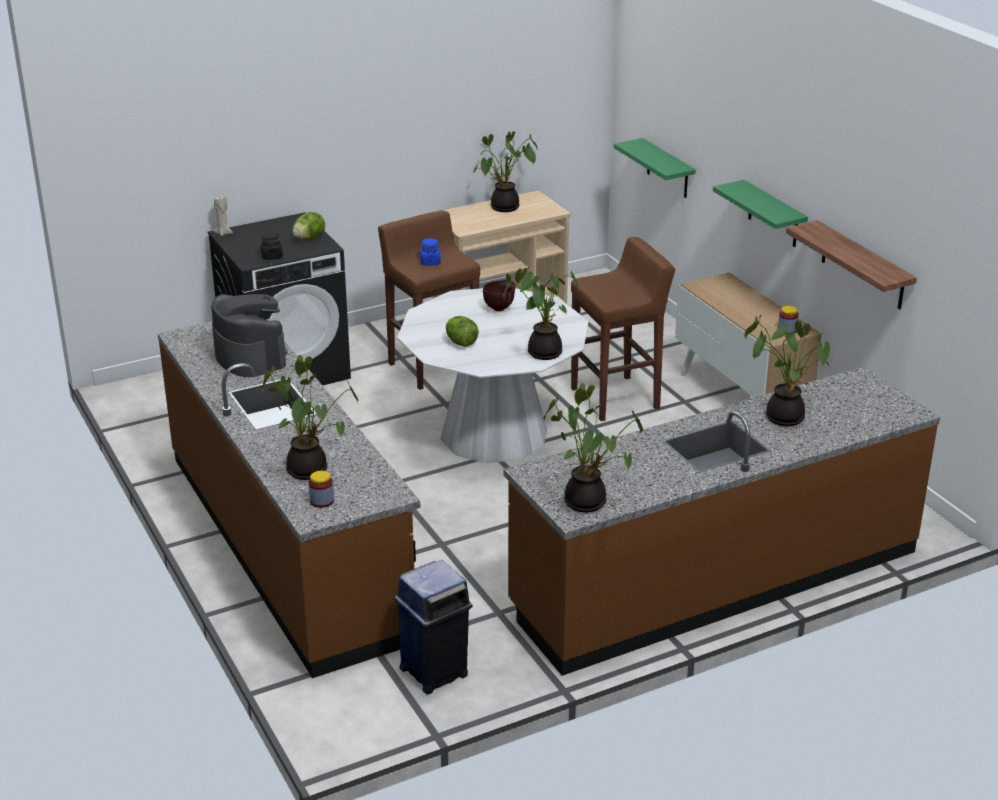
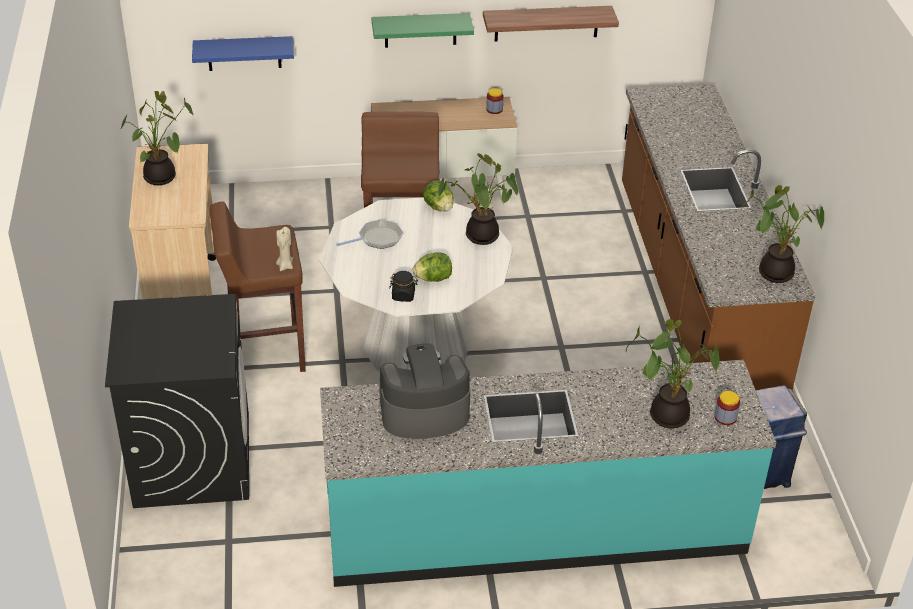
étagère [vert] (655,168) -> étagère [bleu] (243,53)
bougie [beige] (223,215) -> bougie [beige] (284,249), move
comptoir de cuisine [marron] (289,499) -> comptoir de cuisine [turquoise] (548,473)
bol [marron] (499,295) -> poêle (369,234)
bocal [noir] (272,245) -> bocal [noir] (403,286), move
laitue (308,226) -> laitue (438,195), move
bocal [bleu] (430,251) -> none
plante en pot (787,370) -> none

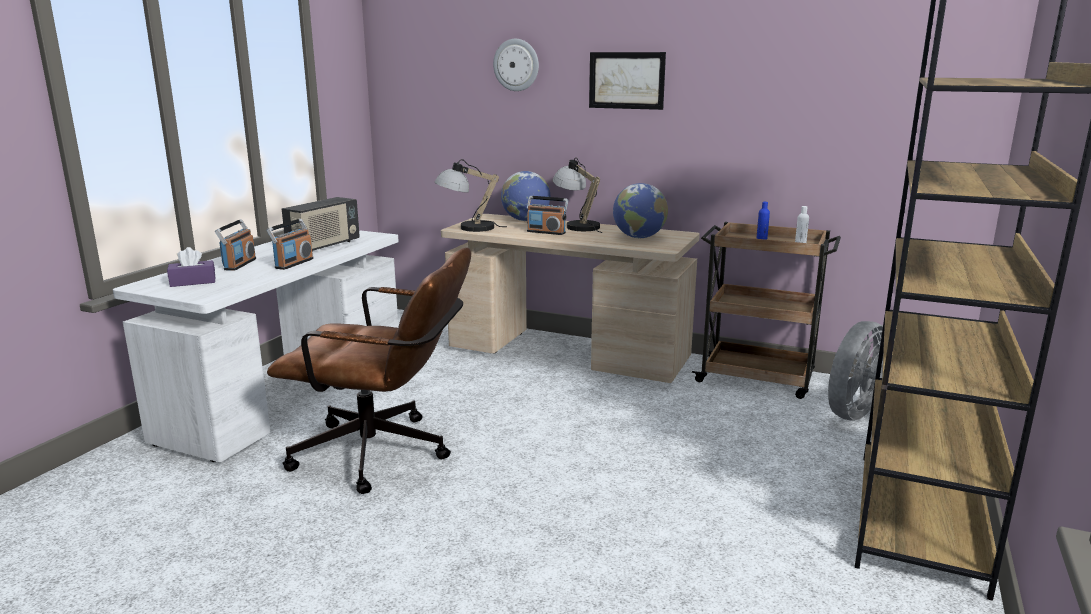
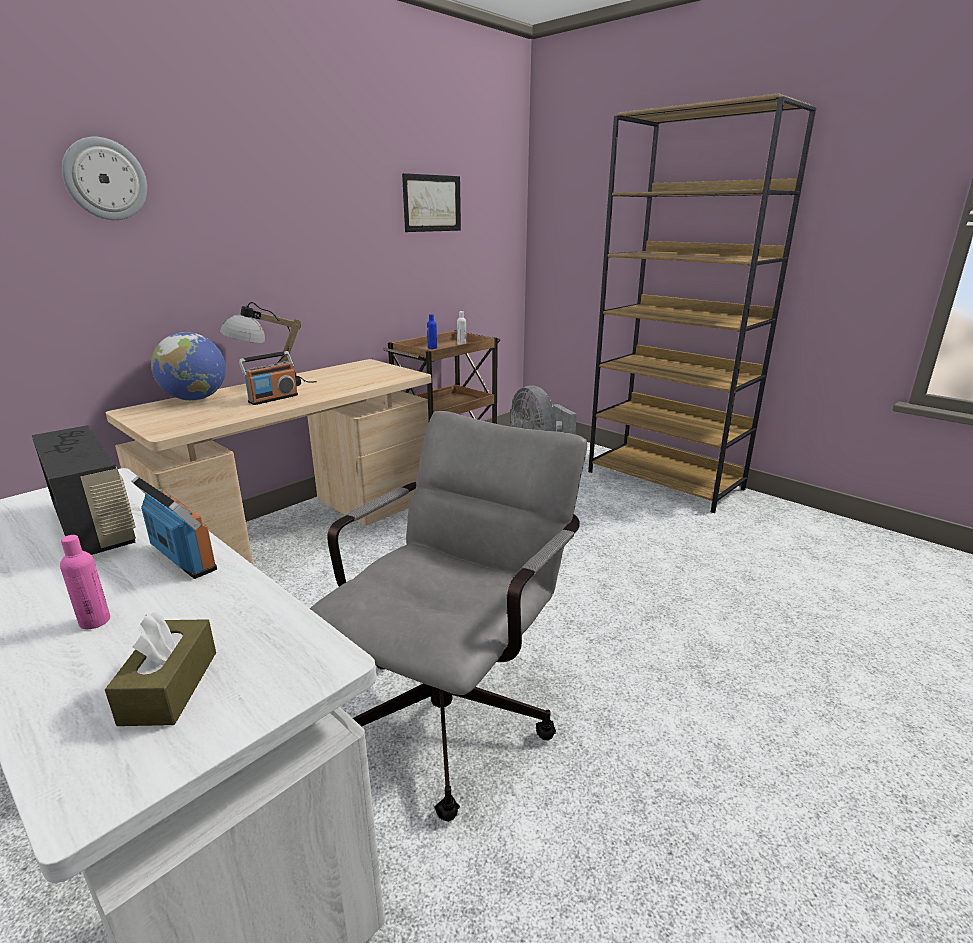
radio (235,245) -> bouteille [rose] (85,582)
boîte à mouchoirs [violet] (191,267) -> boîte à mouchoirs [marron] (160,669)
chaise de bureau [marron] (369,370) -> chaise de bureau [gris] (448,616)
tableau (627,81) -> tableau (431,202), move
lampe de table (471,195) -> none
globe (640,210) -> none

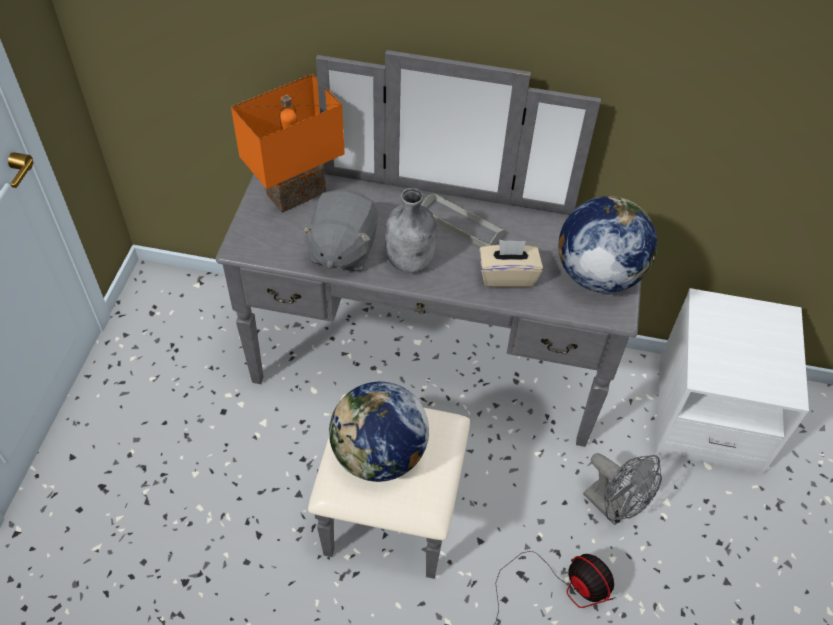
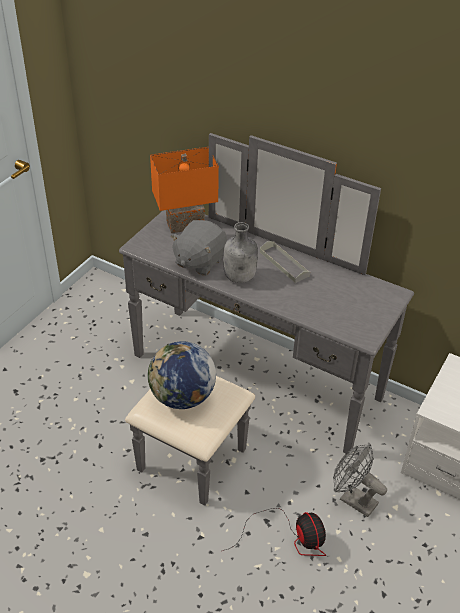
ventilateur [gris] (622,489) -> ventilateur [gris] (360,480), 150 degrees clockwise
boîte à mouchoirs [beige] (511,263) -> none
globe (607,244) -> none

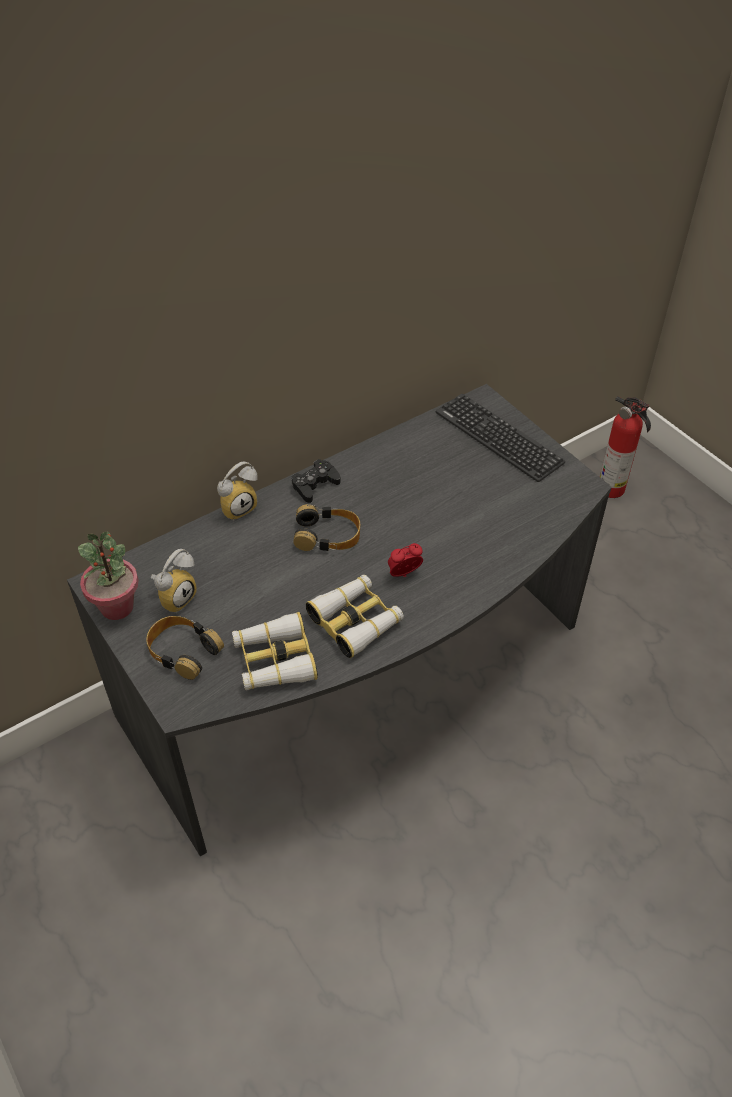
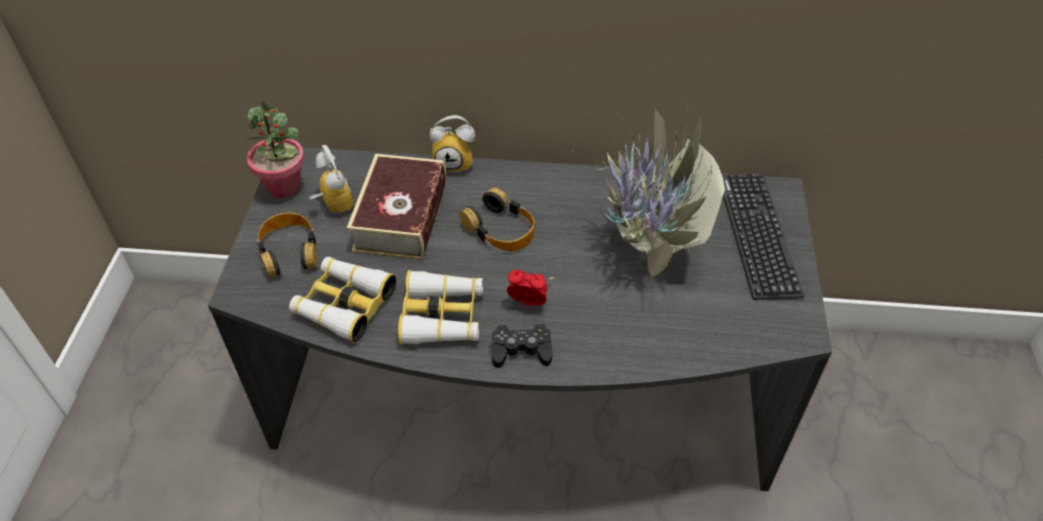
réveil (173,581) -> réveil (330,179), 105 degrees counterclockwise
none -> livre (396,207)
manette [noir] (315,481) -> manette [noir] (522,345), move
none -> plante en pot (637,190)
extincteur (625,447) -> none

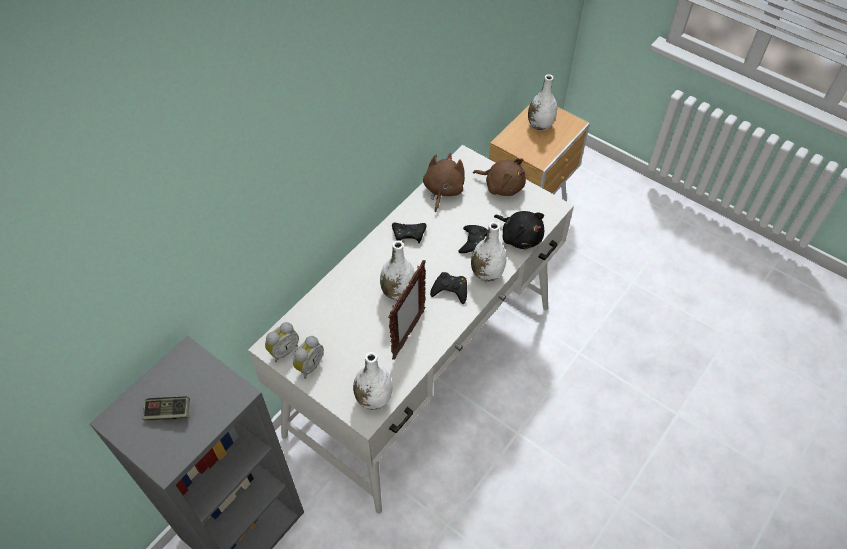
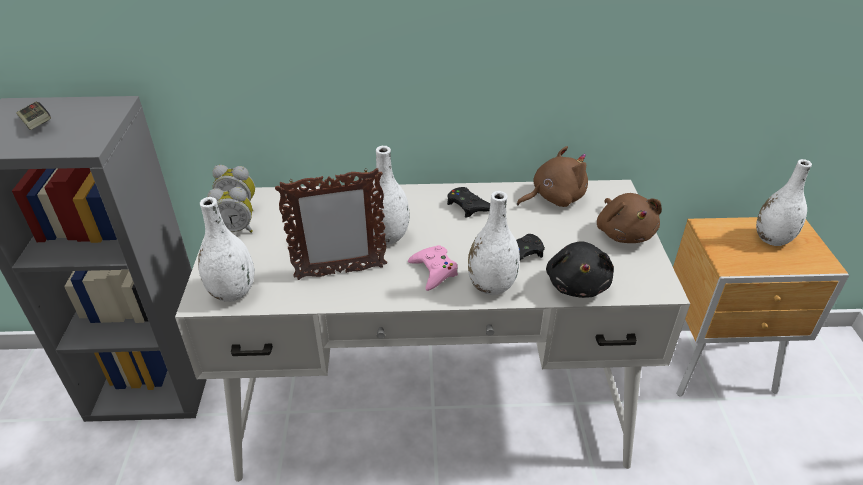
manette [noir] (448,288) -> manette [rose] (433,268)

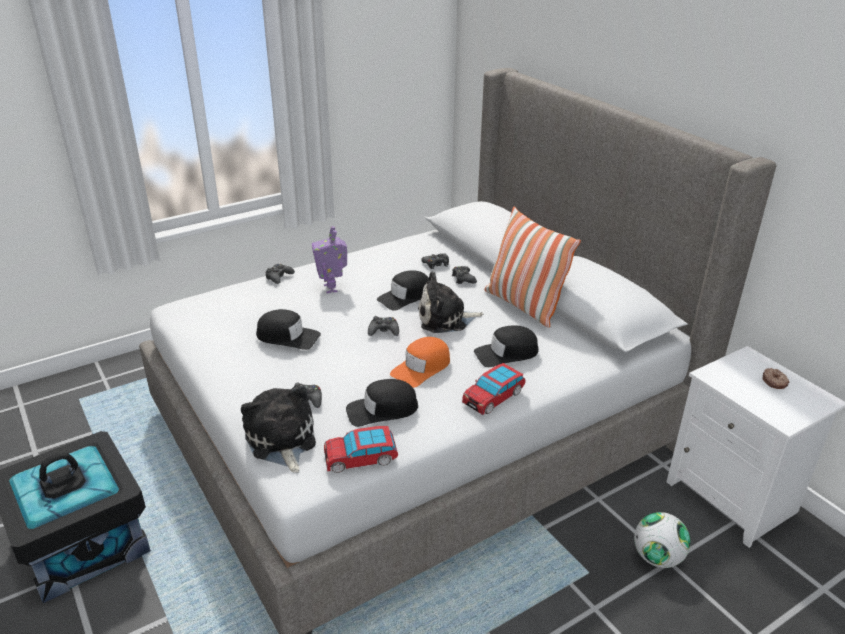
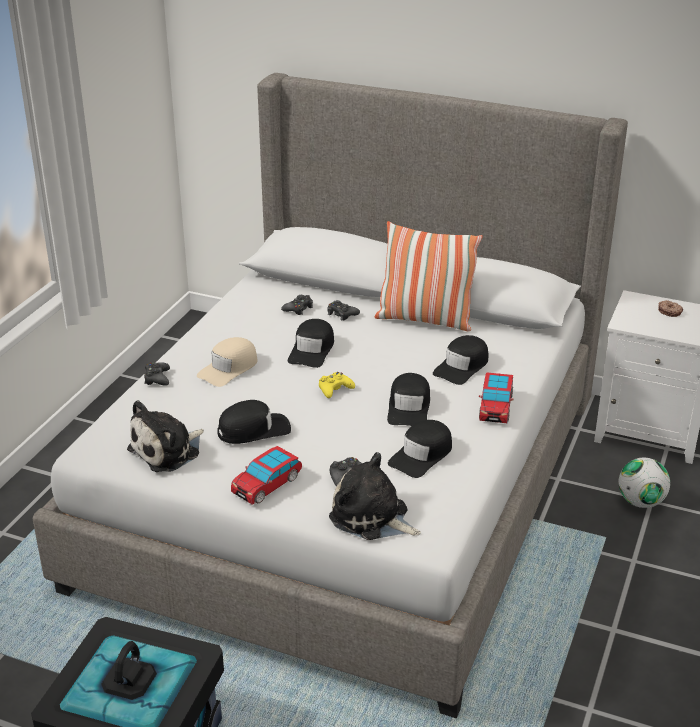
peluche (450,302) -> peluche (165,436), move
robot jouet (329,259) -> casquette [beige] (227,362)
petite voiture (361,449) -> petite voiture (266,475), move
manette [noir] (383,326) -> manette [jaune] (337,385)
casquette [orange] (420,362) -> casquette [noir] (408,399)

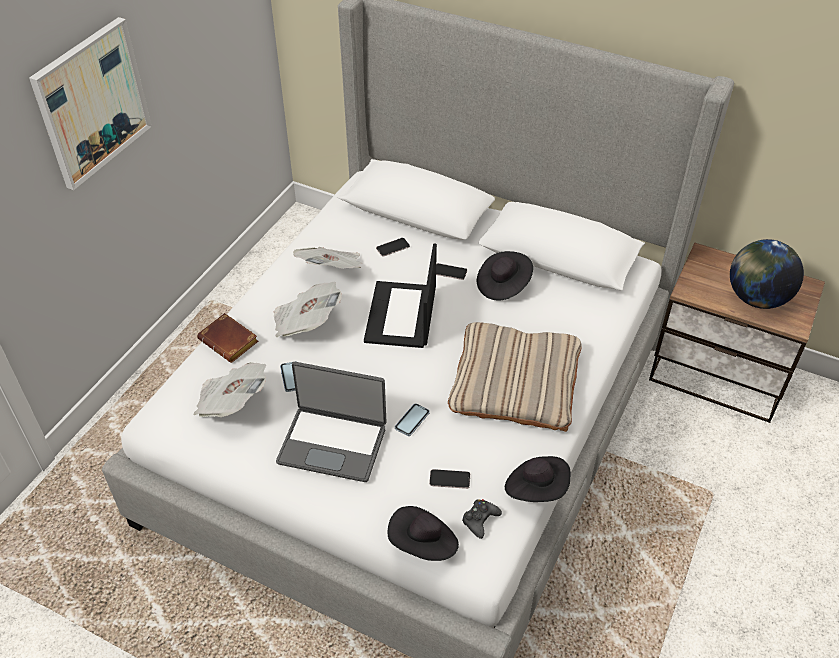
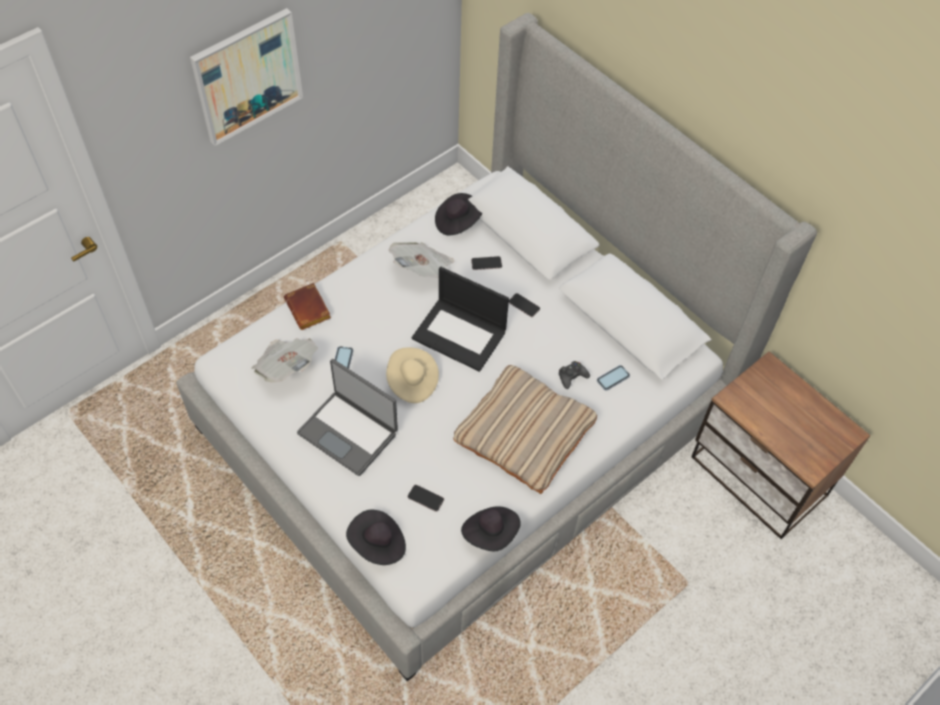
none -> chapeau [beige] (412,375)
ordinateur portable (400,295) -> ordinateur portable (460,319), 90 degrees counterclockwise
chapeau [noir] (505,276) -> chapeau [noir] (458,214), move
manette [noir] (482,519) -> manette [noir] (574,375), move
téléphone (412,420) -> téléphone (613,378), move
journal (308,309) -> none
globe (767,274) -> none

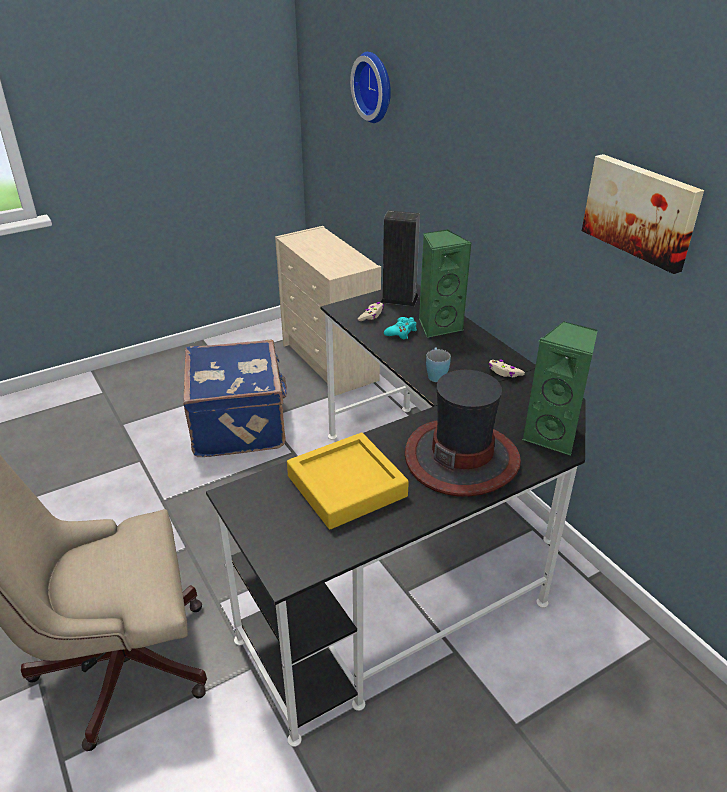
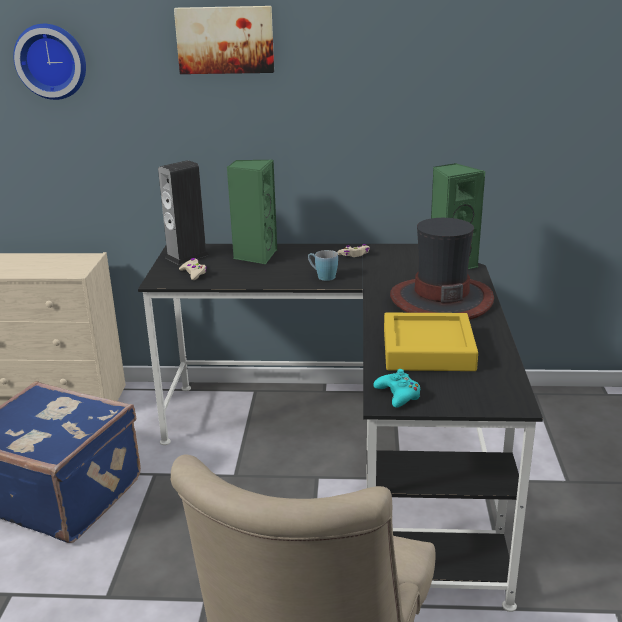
tableau (643,214) -> tableau (224,40), move
manette [turquoise] (400,328) -> manette [turquoise] (397,388), move

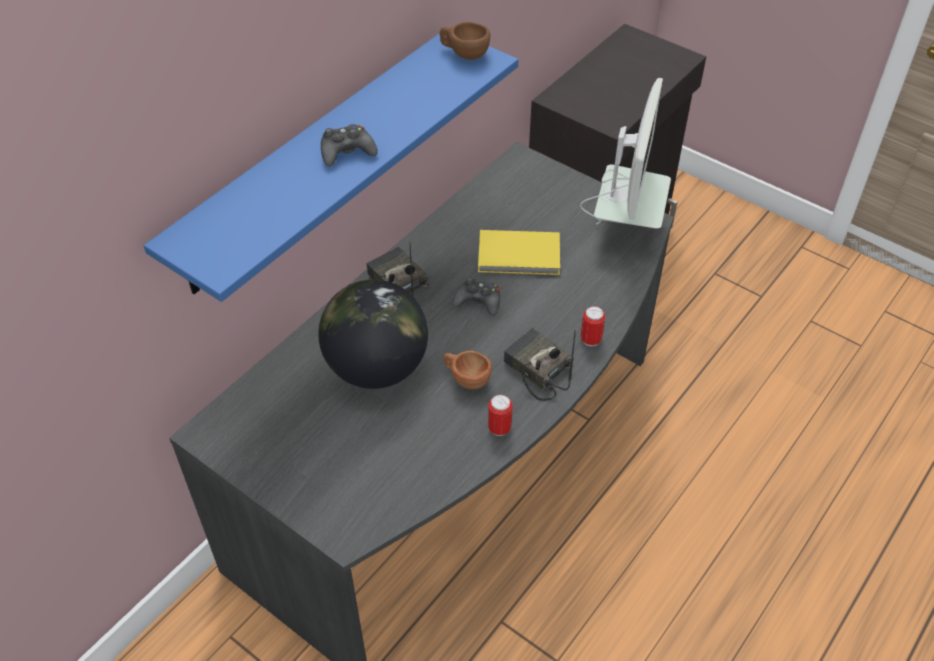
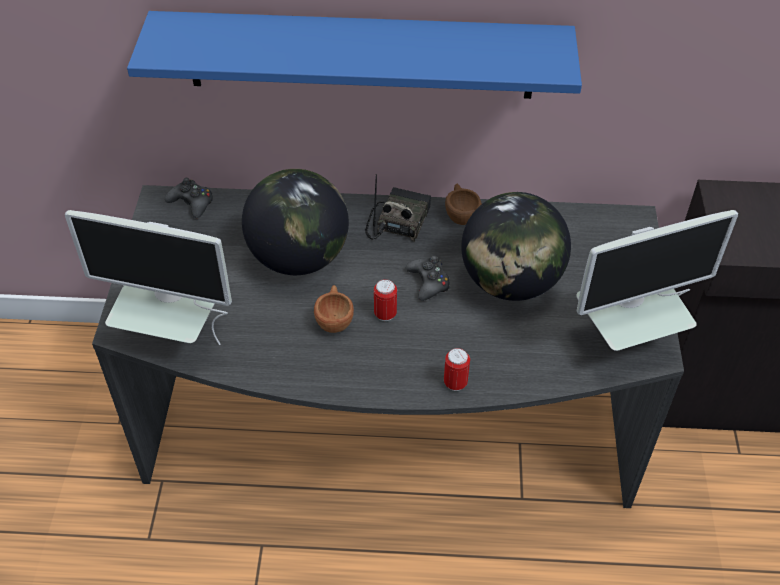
none -> écran d'ordinateur (148,277)
manette [noir] (349,145) -> manette [noir] (189,198), move
boîte métallique (500,415) -> boîte métallique (385,300), move
tasse [marron] (464,41) -> tasse [marron] (463,204), move
livre [jaune] (519,252) -> globe (516,246)
radio (540,364) -> none

